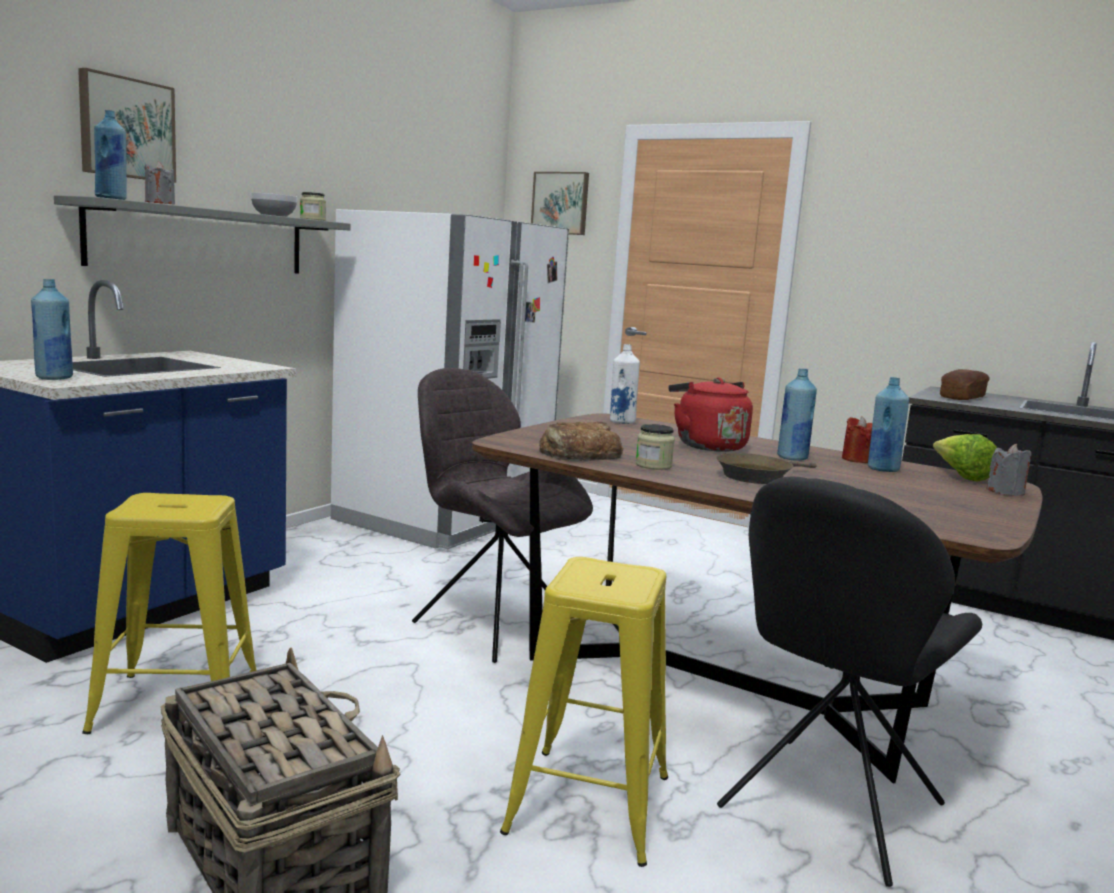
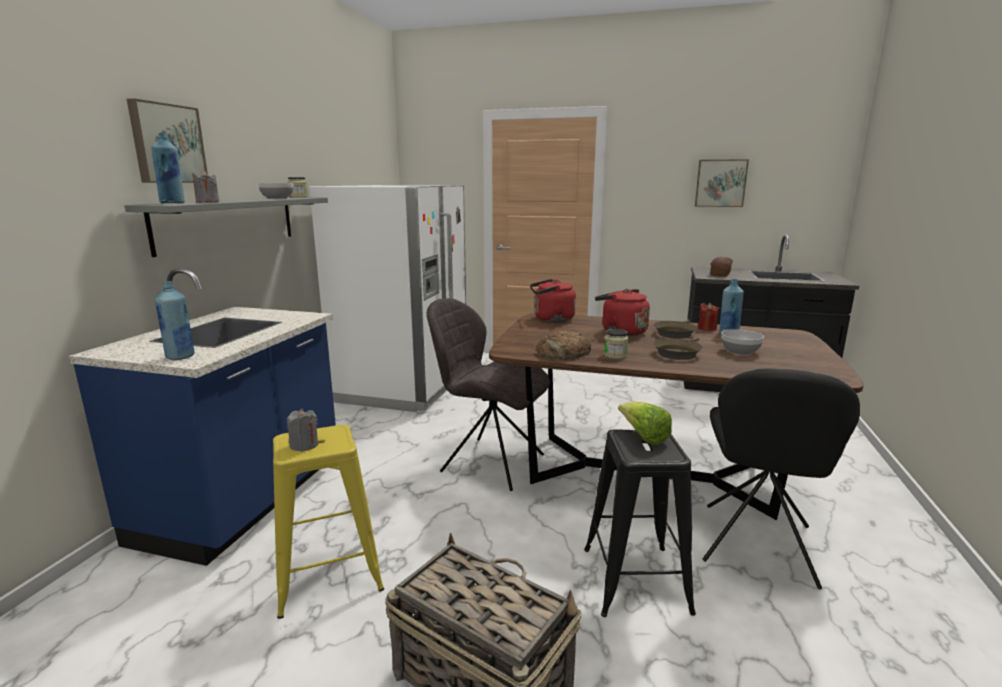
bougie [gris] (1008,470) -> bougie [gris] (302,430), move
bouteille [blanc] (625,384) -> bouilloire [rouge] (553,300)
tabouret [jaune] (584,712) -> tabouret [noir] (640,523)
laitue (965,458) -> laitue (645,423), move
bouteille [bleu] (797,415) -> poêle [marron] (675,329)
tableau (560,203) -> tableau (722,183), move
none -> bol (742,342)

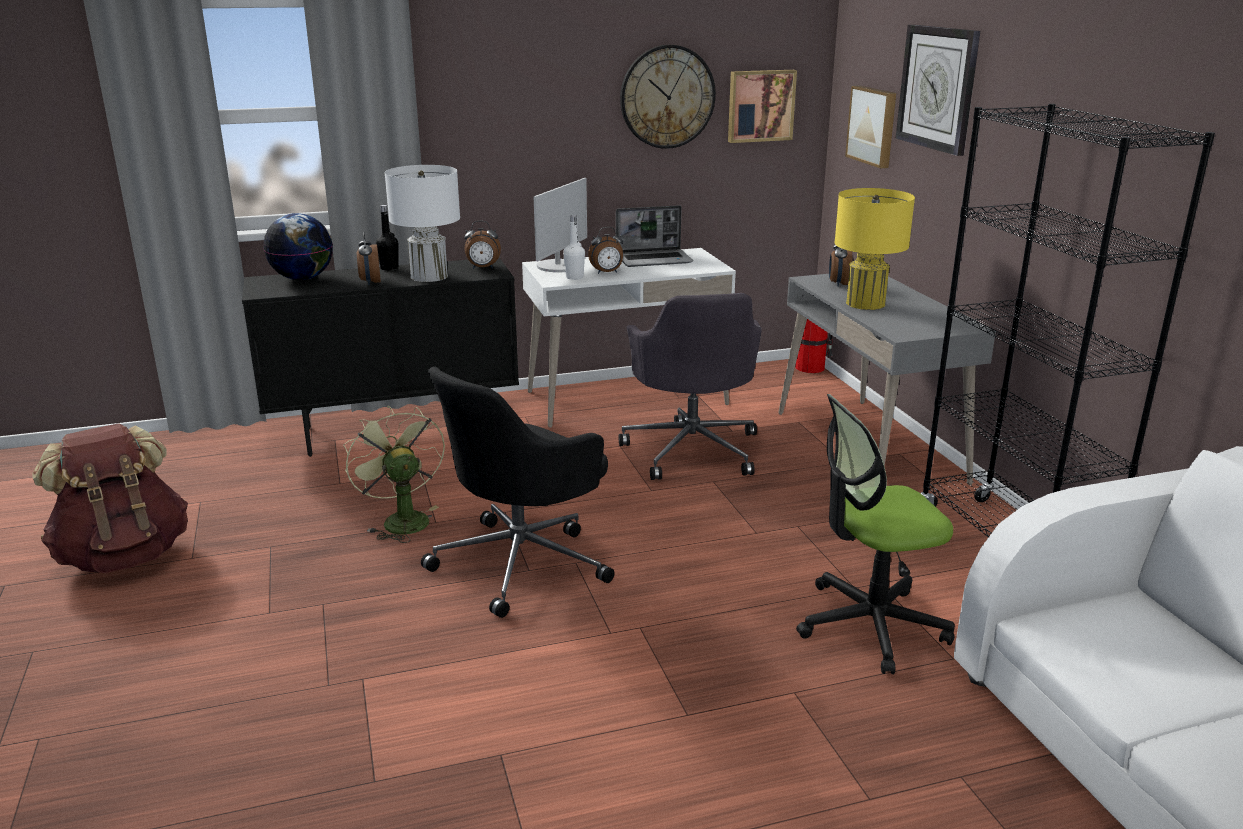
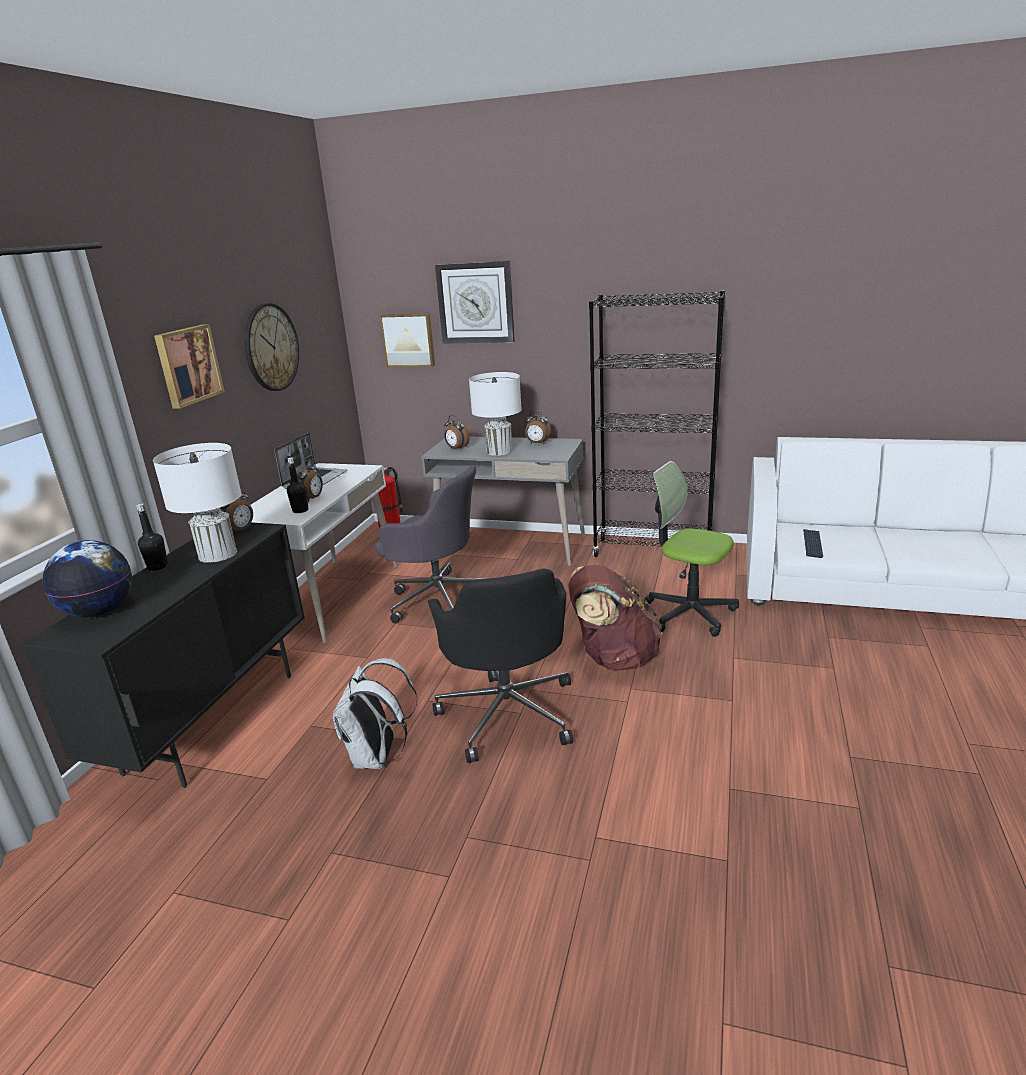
tableau (762,106) -> tableau (189,366), move
bouteille [blanc] (574,247) -> bouteille [noir] (297,485)
ventilateur [vert] (394,474) -> sac à dos [blanc] (375,713)
lampe de table [jaune] (874,249) -> lampe de table [blanc] (495,414)
réveil (369,258) -> réveil (538,427), move
sac à dos [marron] (110,498) -> sac à dos [marron] (615,617), move
chaise de bureau (875,534) -> chaise de bureau (691,549), 105 degrees clockwise
none -> clavier (813,543)
écran d'ordinateur (560,225) -> none

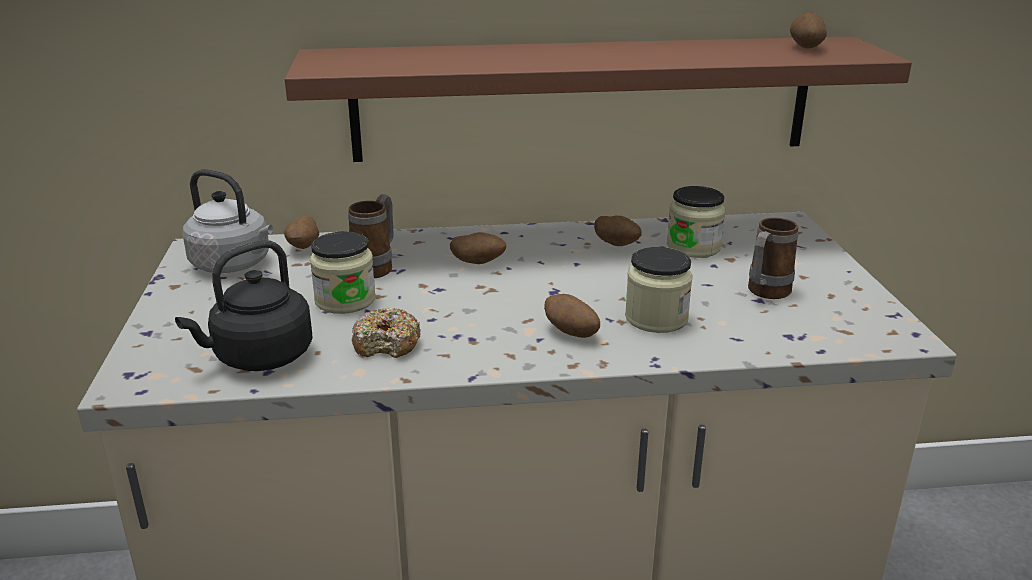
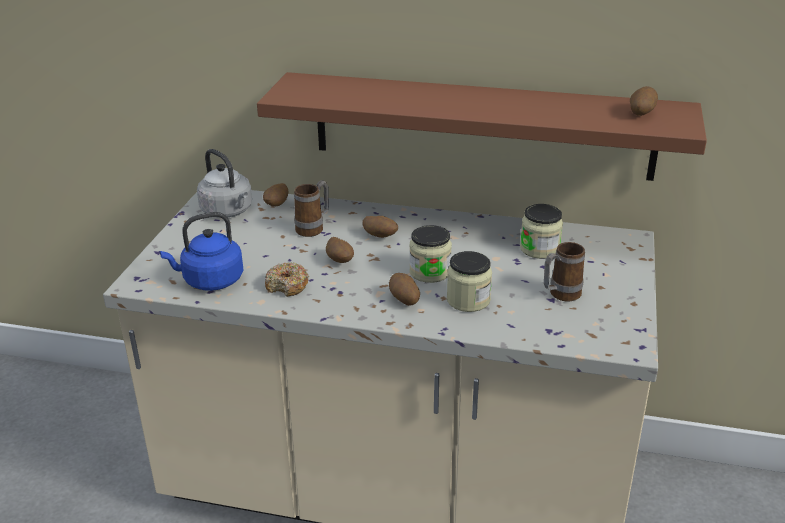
bouilloire [noir] (244,305) -> bouilloire [bleu] (201,251)
pomme de terre (618,231) -> pomme de terre (340,250), move
bocal (343,272) -> bocal (430,254), move

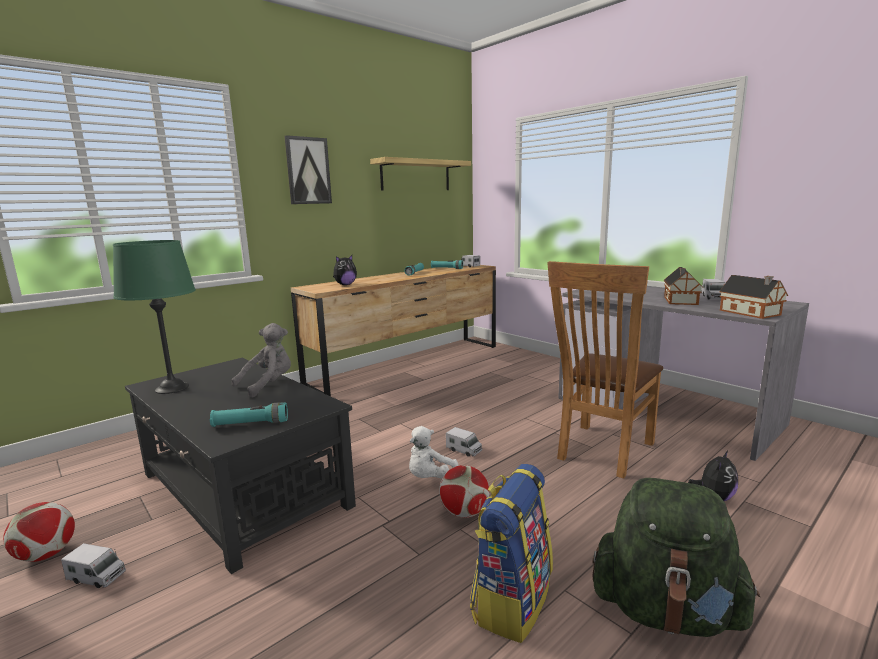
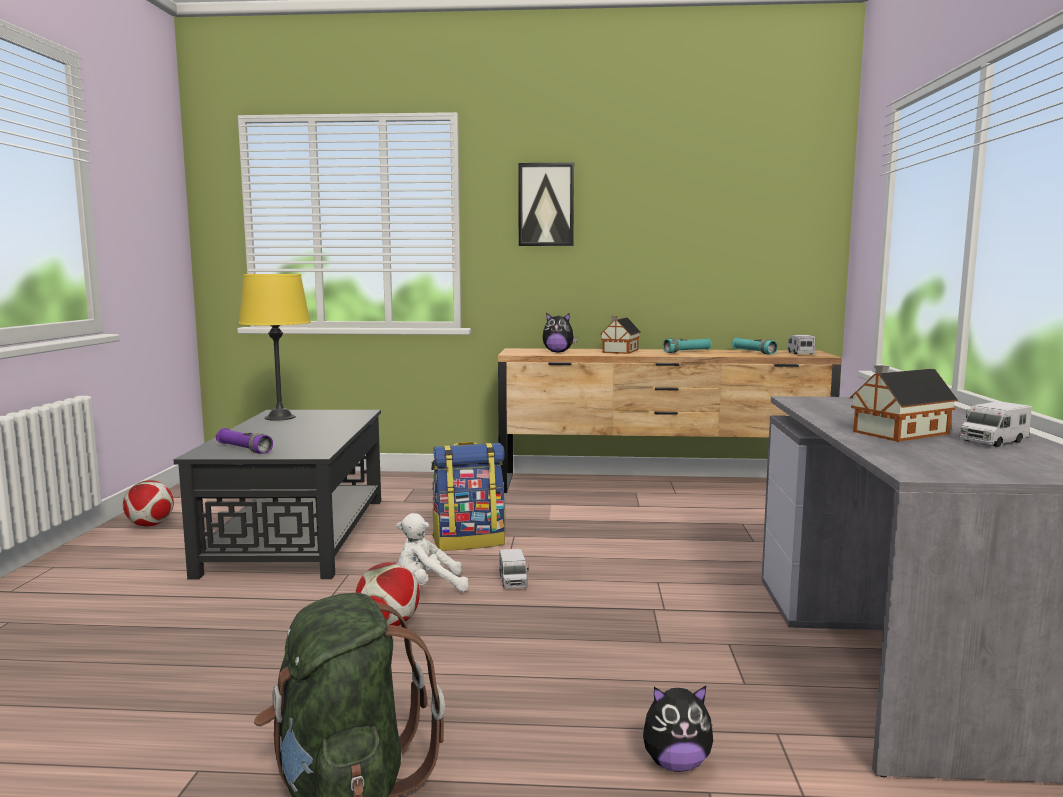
lampe de poche [turquoise] (249,414) -> lampe de poche [violet] (244,441)
lampe de table [vert] (154,317) -> lampe de table [jaune] (274,347)
sac à dos (511,553) -> sac à dos (468,496), move
maison miniature (753,297) -> maison miniature (620,335), move
camion jouet (93,565) -> none
peluche [gris] (261,360) -> none
étagère (420,174) -> none
chaise [marron] (605,370) -> none

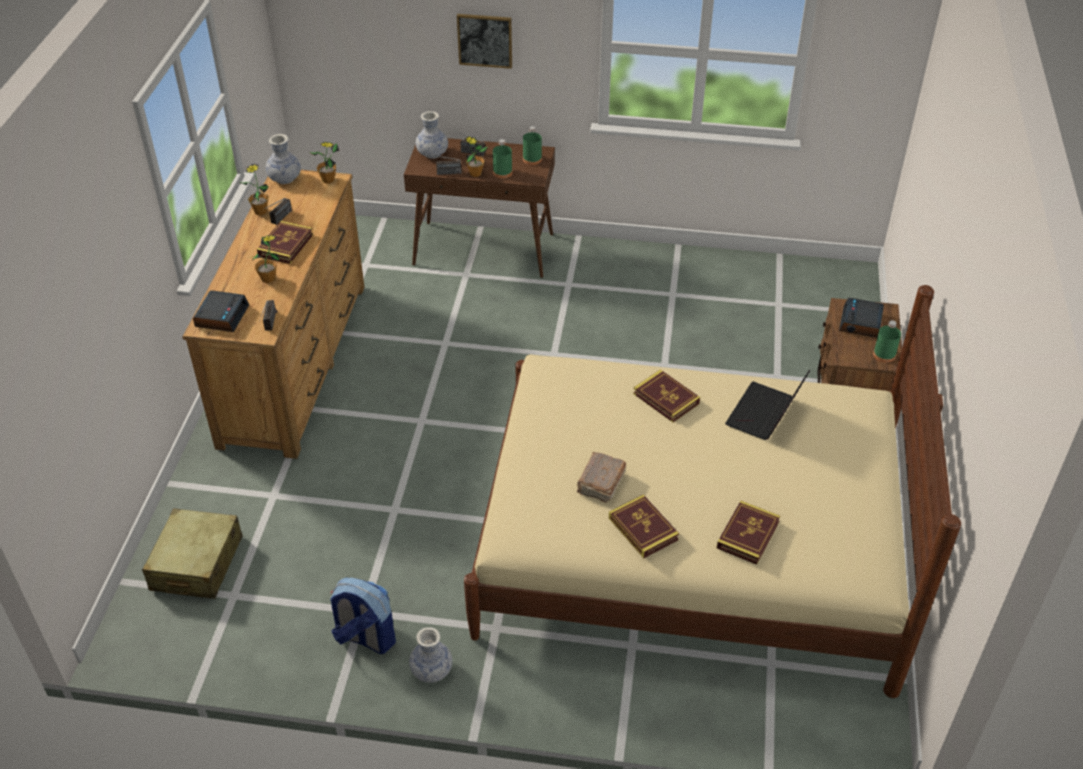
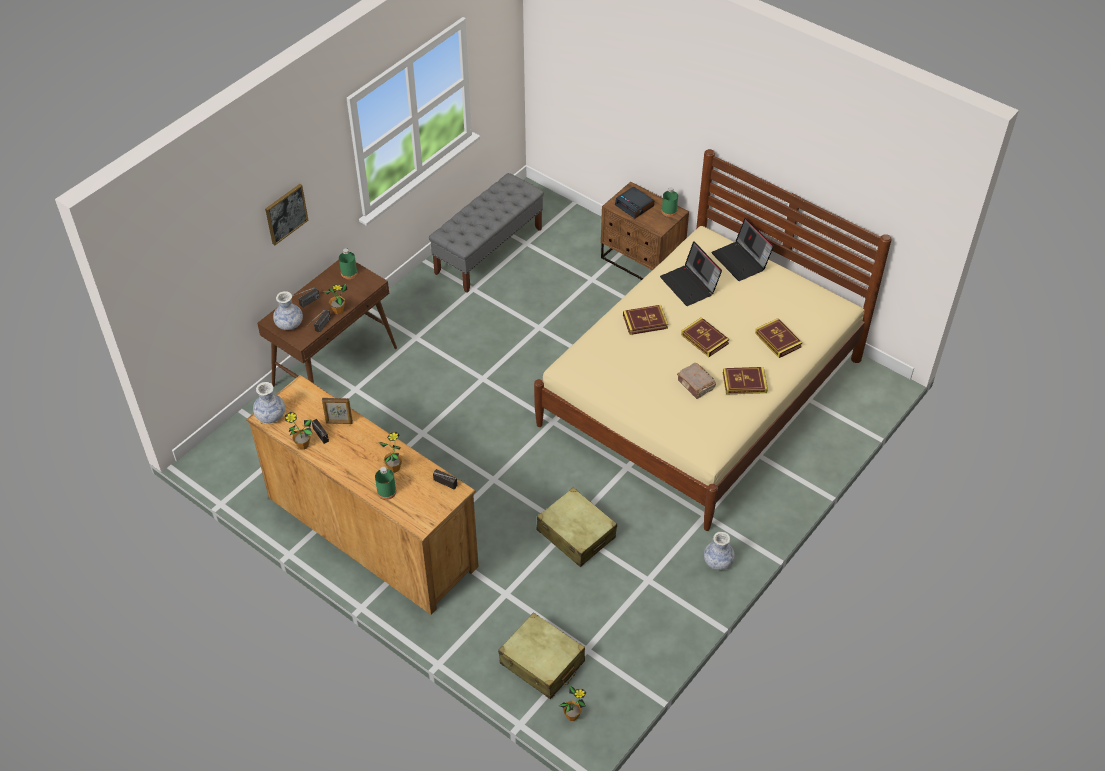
none -> cadre photo (337,411)
bouteille [vert] (503,159) -> bouteille [vert] (386,483), move
none -> banc [gris] (486,233)
none -> valise [beige] (577,527)
plante en pot (324,163) -> plante en pot (572,703), move
livre (285,242) -> livre (705,337), move
none -> ordinateur portable (742,249)
réveil (221,311) -> none
sac à dos (363,616) -> none

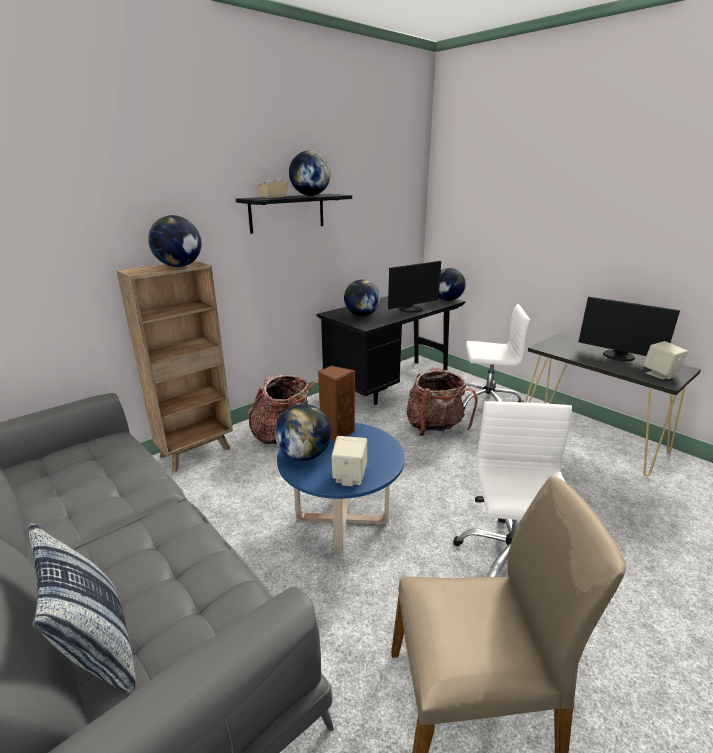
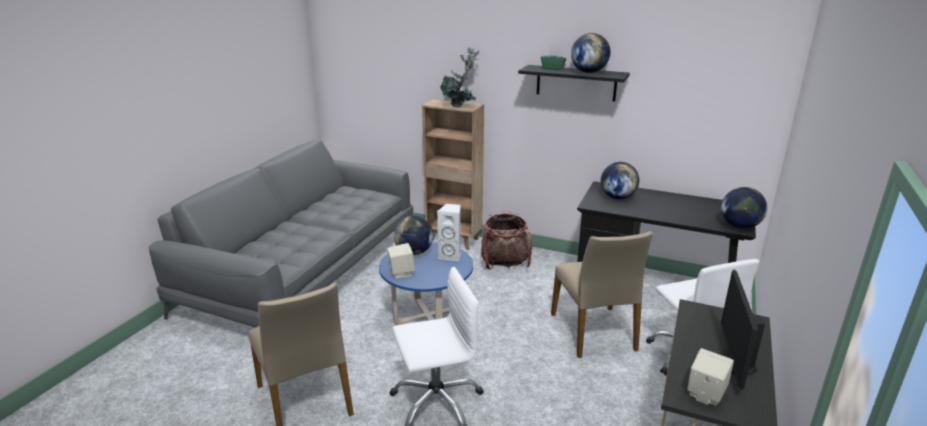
enceinte [marron] (336,403) -> enceinte [blanc] (449,232)
globe (174,241) -> plante en pot (459,78)
boîte à mouchoirs [beige] (272,186) -> boîte à mouchoirs [vert] (553,59)
sac à dos (442,401) -> chaise [beige] (602,294)
coussin (82,608) -> none
écran d'ordinateur (414,287) -> none

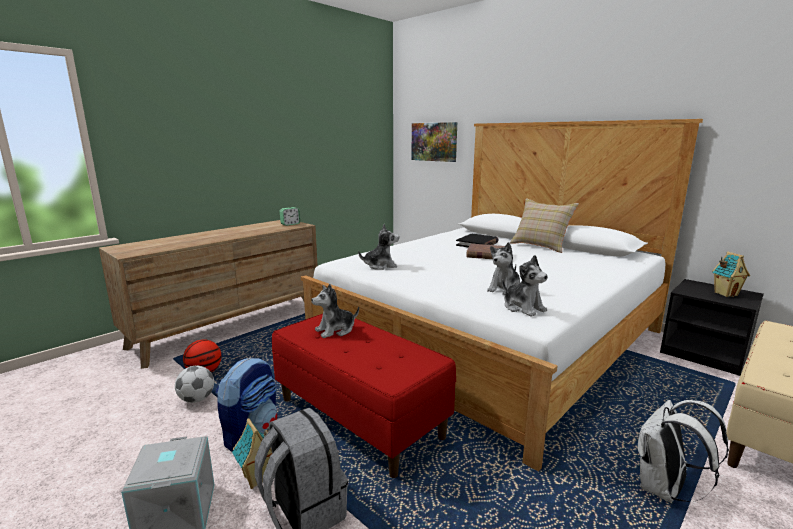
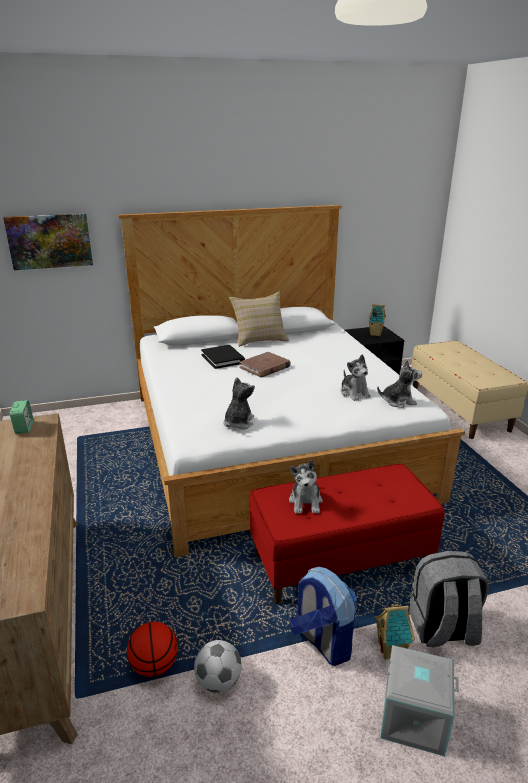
sac à dos [blanc] (683,451) -> none

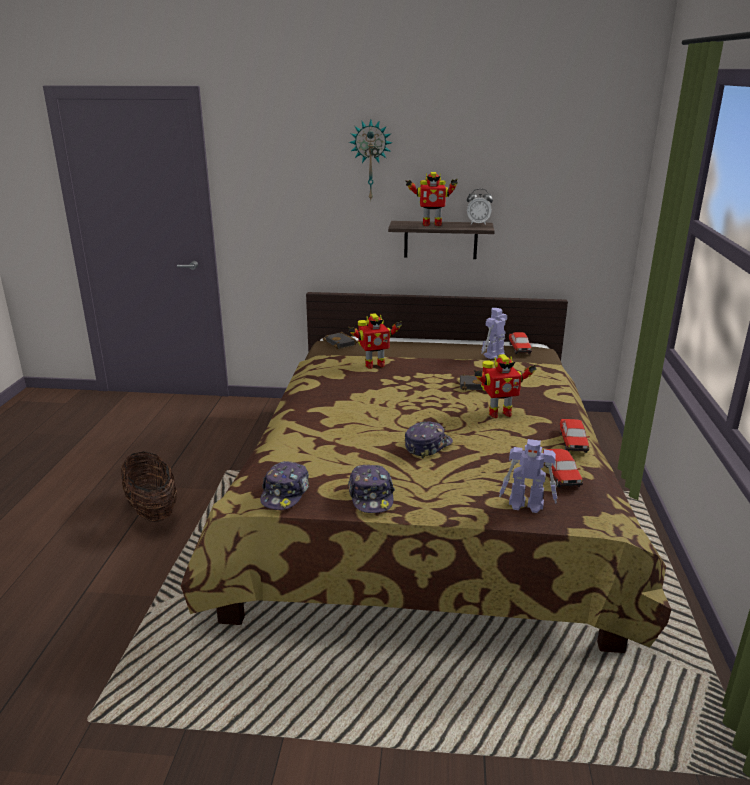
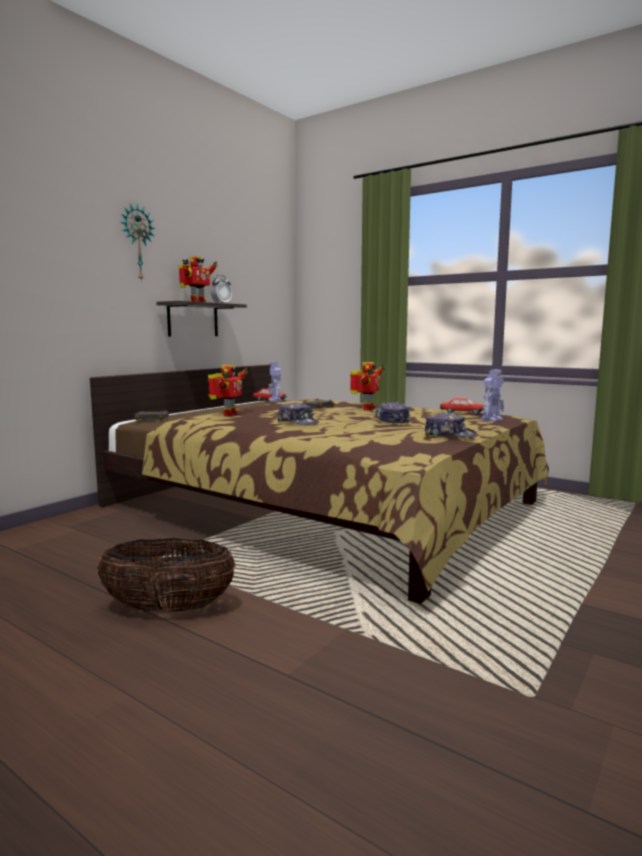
casquette (285,485) -> casquette (298,413), move
petite voiture (575,436) -> none

